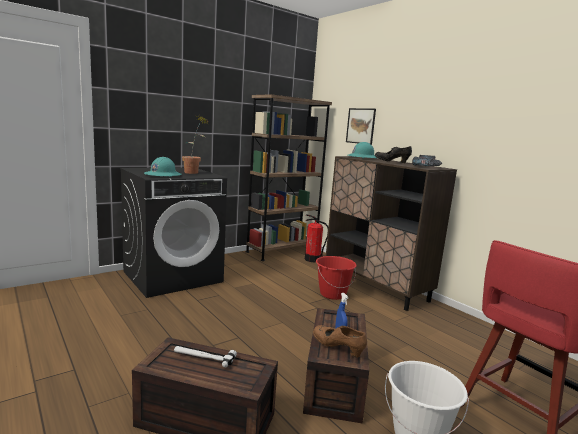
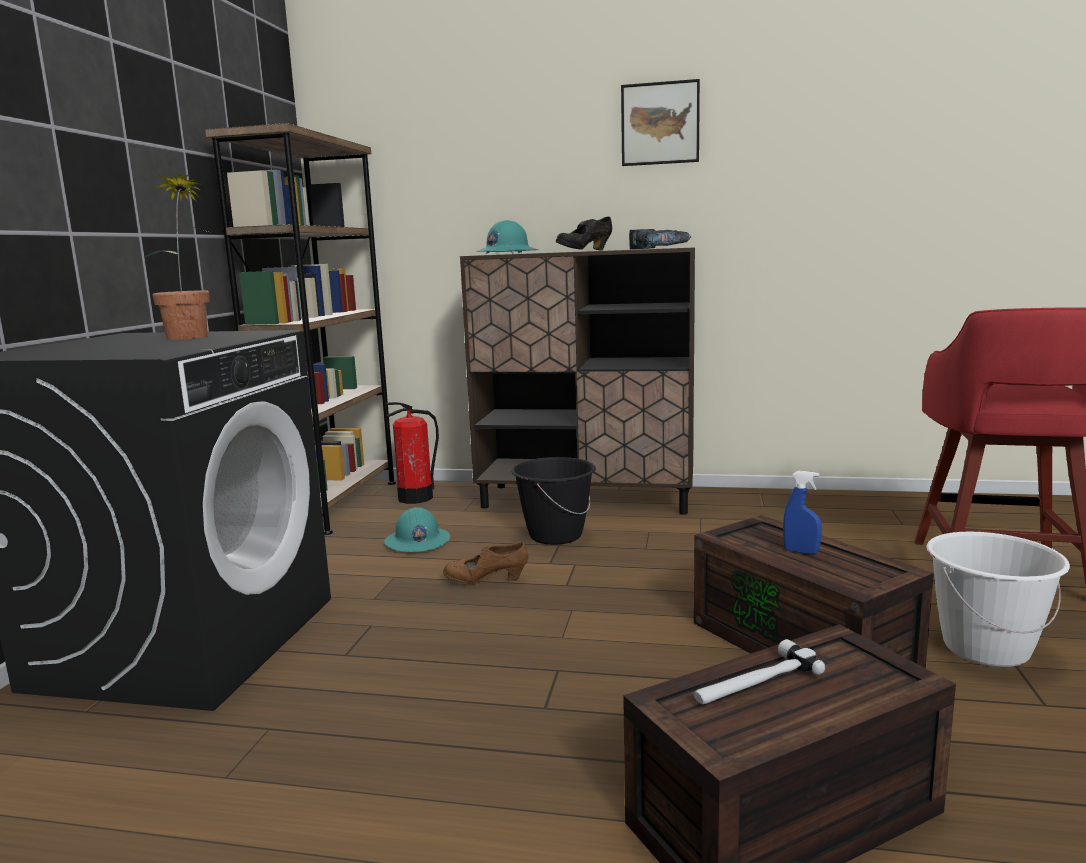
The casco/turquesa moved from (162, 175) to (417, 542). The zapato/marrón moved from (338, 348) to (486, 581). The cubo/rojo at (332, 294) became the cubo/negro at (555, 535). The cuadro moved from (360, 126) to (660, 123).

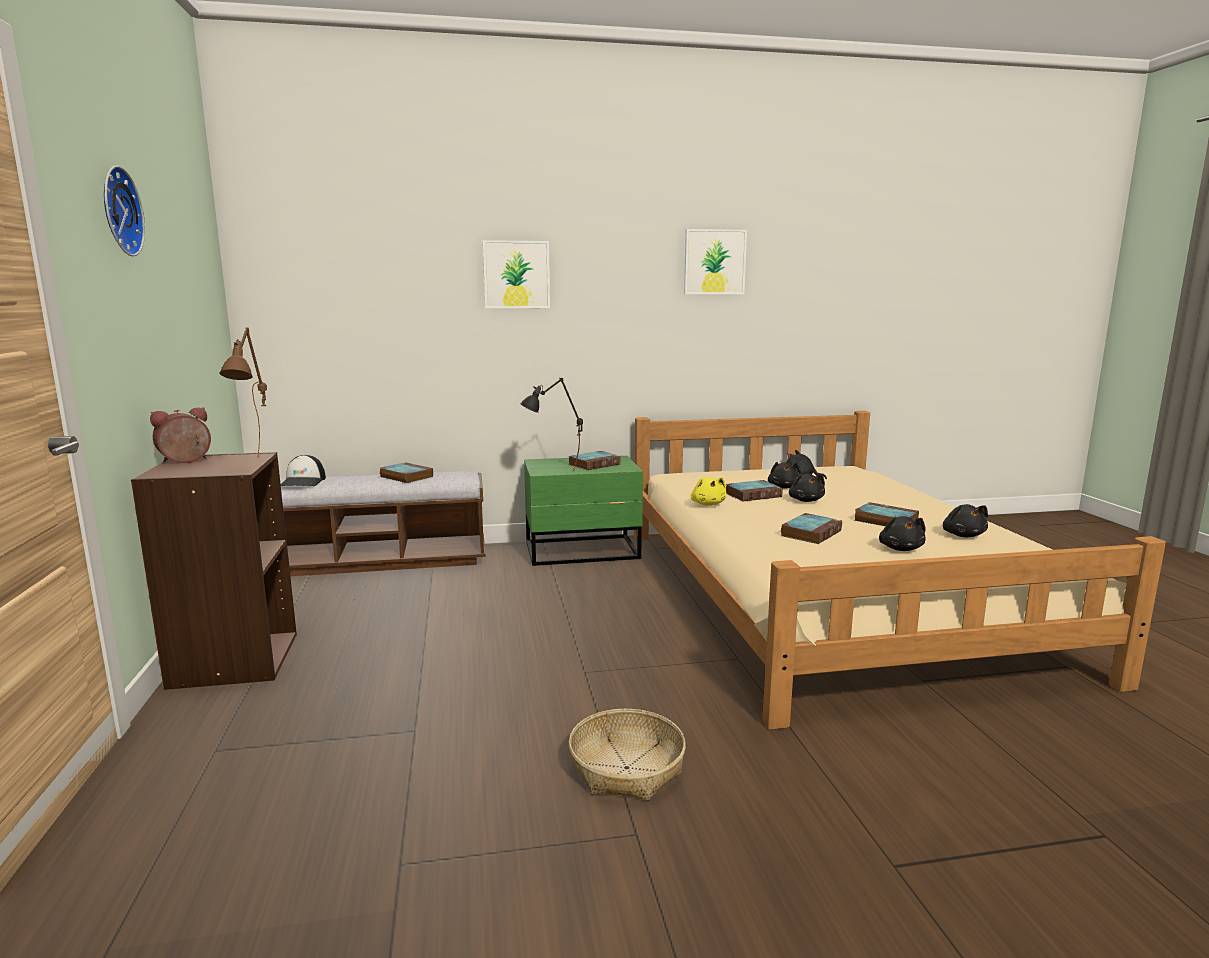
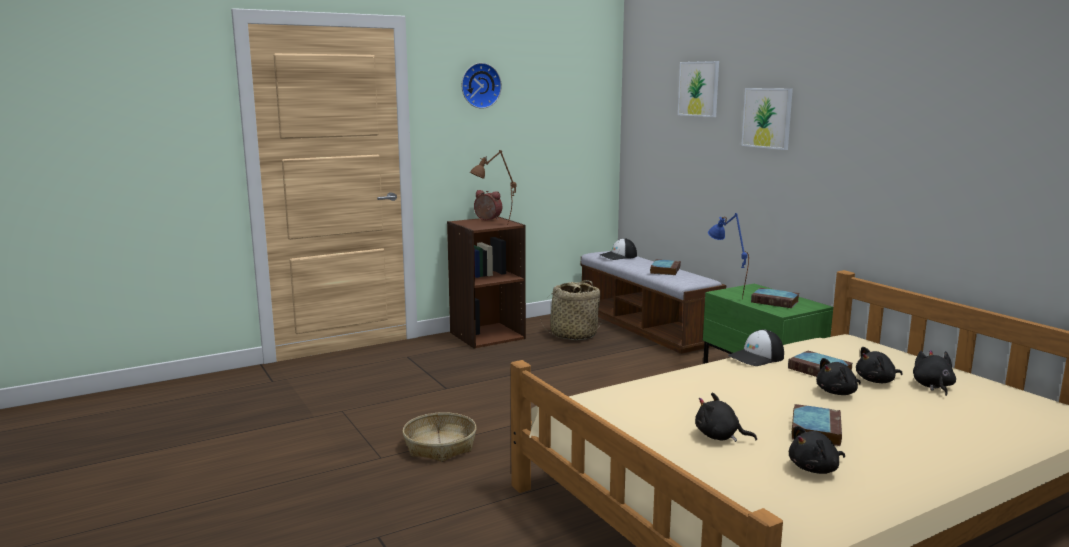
The lámpara de mesa/negro at (552, 473) became the lámpara de mesa/azul at (724, 295). The cuadro moved from (714, 262) to (699, 89). The peluche/amarillo at (708, 504) was replaced by the gorra at (756, 357). The libro at (811, 533) disappeared. The peluche/negro at (900, 548) turned 45 degrees clockwise. The cesta at (573, 335) appeared.

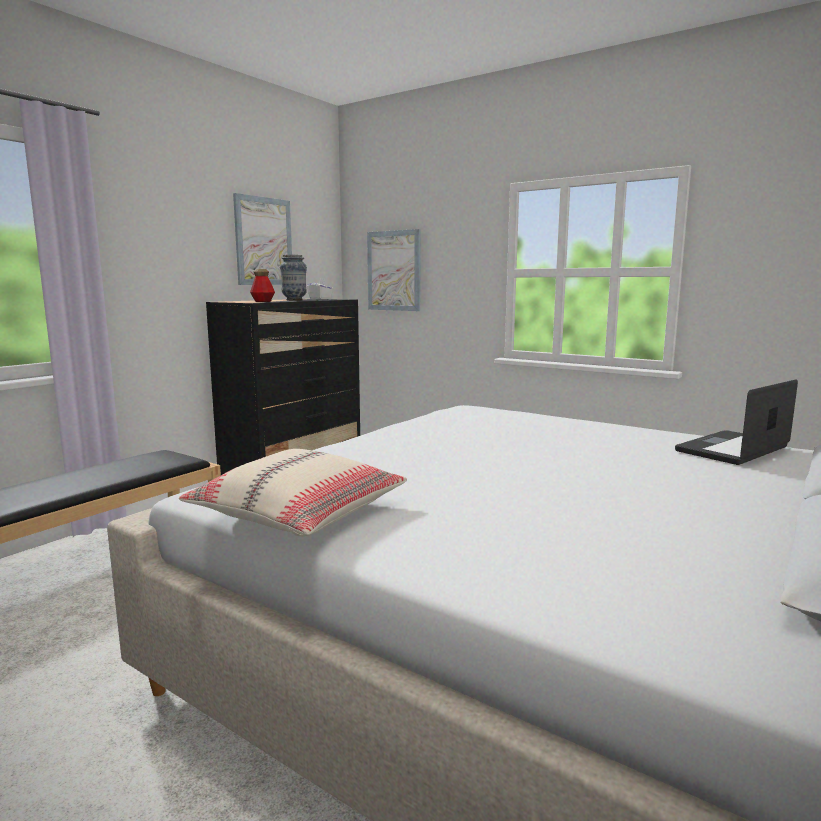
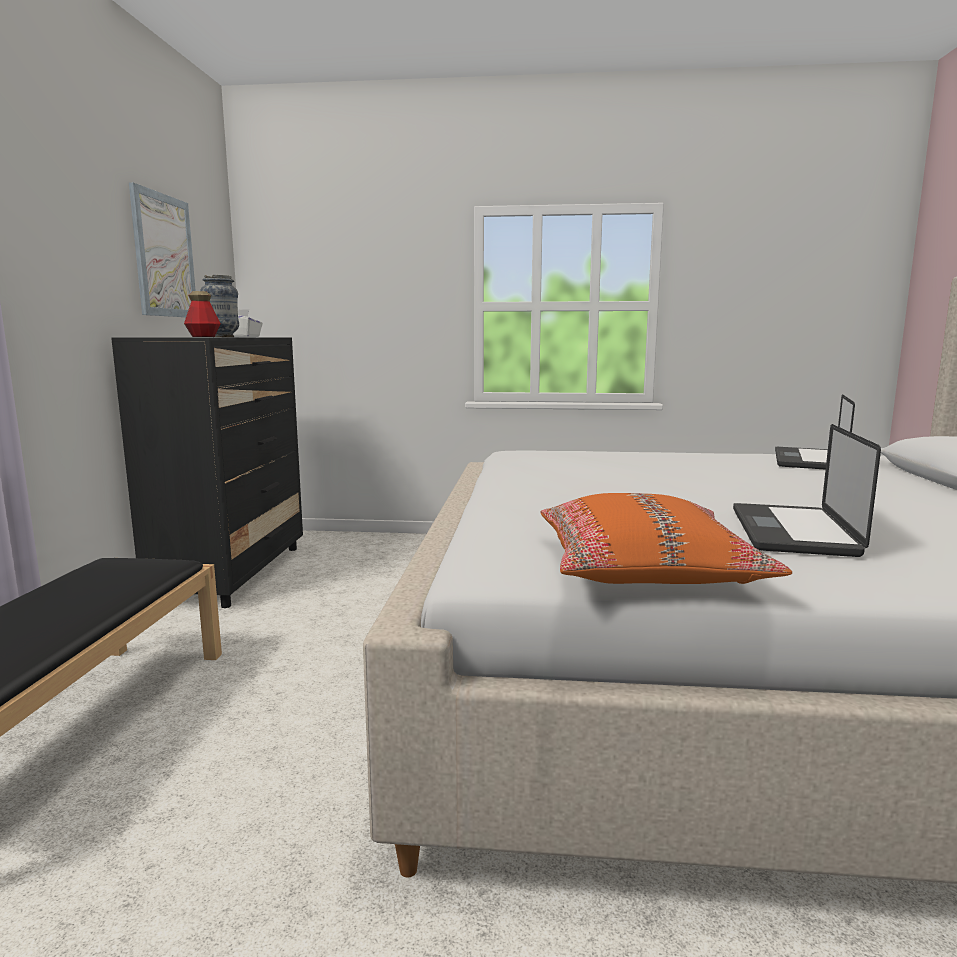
The cojín/beis at (298, 513) became the cojín/naranja at (646, 568). The cuadro at (394, 271) disappeared. The portátil at (792, 531) appeared.

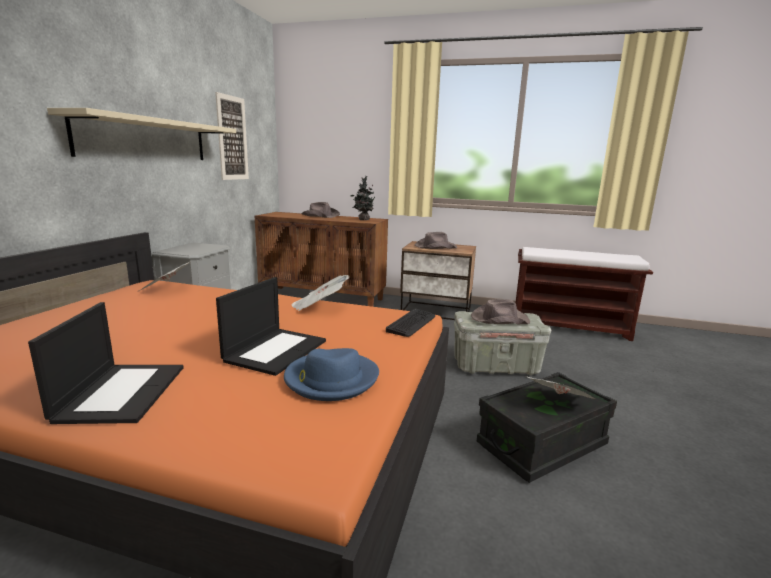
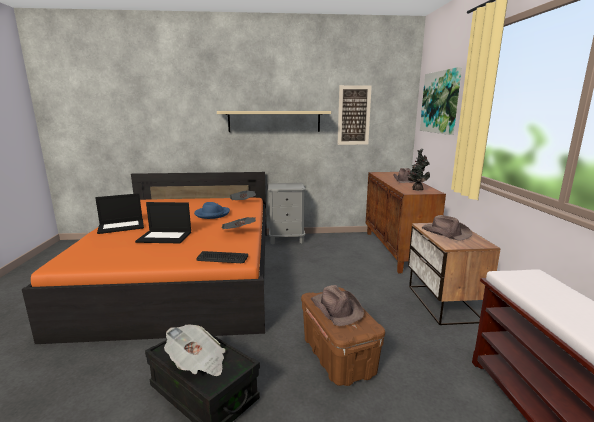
The sombrero/azul moved from (331, 379) to (212, 214). The caja de almacenaje/gris at (496, 366) became the caja de almacenaje/marrón at (338, 356). The cuadro at (440, 102) appeared.

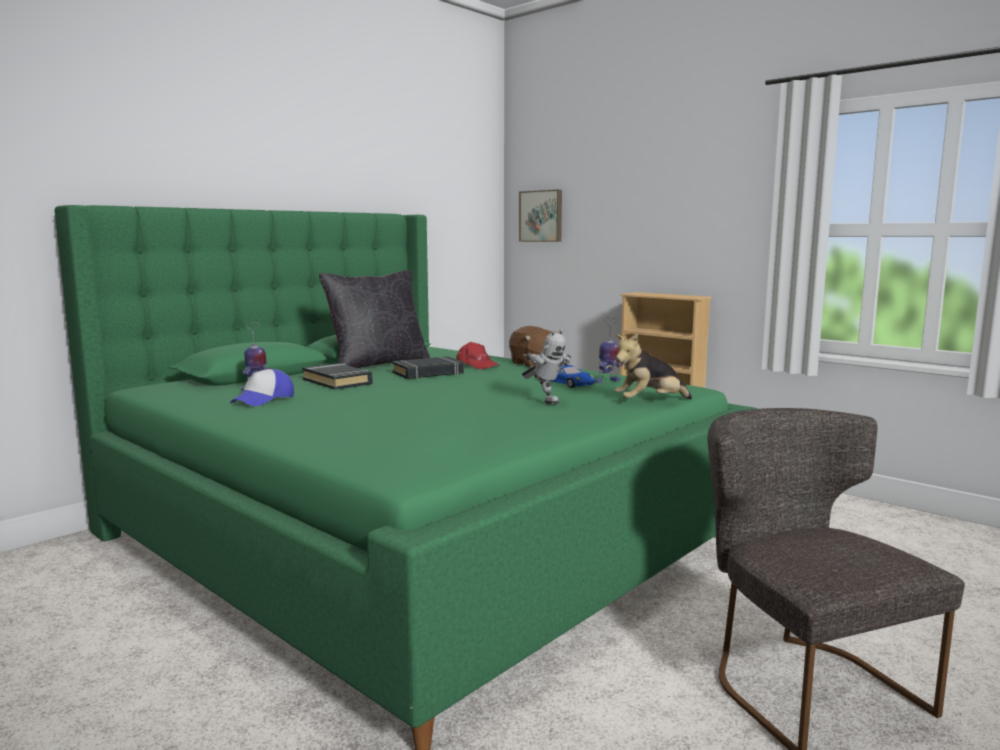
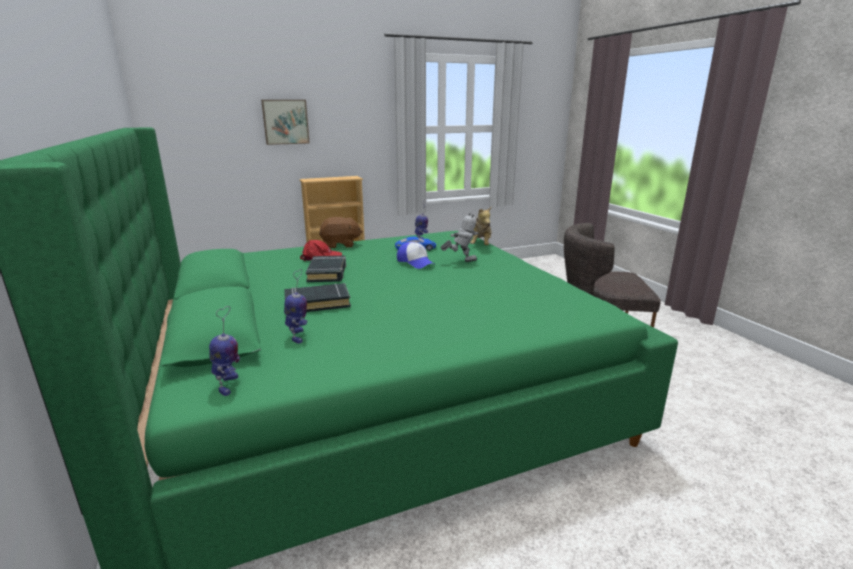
The gorra moved from (264, 399) to (416, 262). The cojín/negro at (378, 364) disappeared. The cuadro moved from (541, 216) to (285, 122). The robot de juguete at (228, 385) appeared.

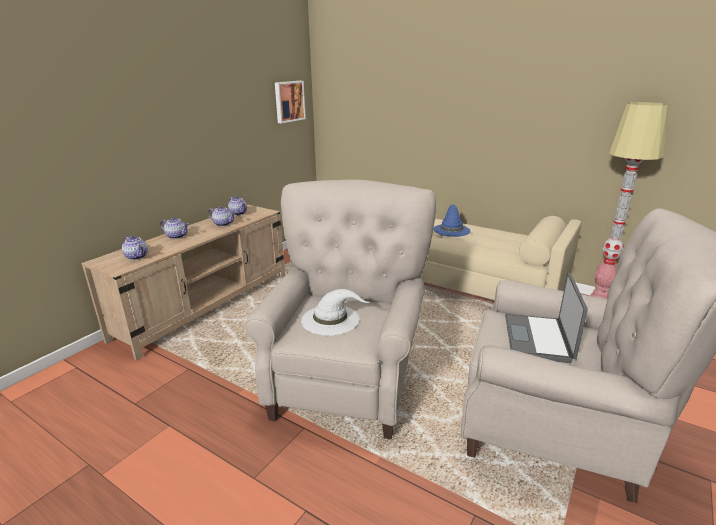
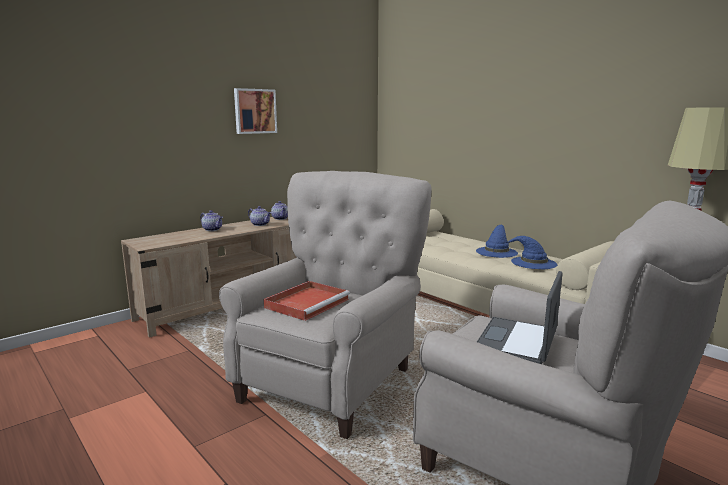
The tetera at (137, 257) disappeared. The cuadro moved from (289, 101) to (254, 111). The sombrero/blanco at (331, 319) was replaced by the bandeja/rojo at (308, 303). The sombrero/azul at (533, 263) appeared.

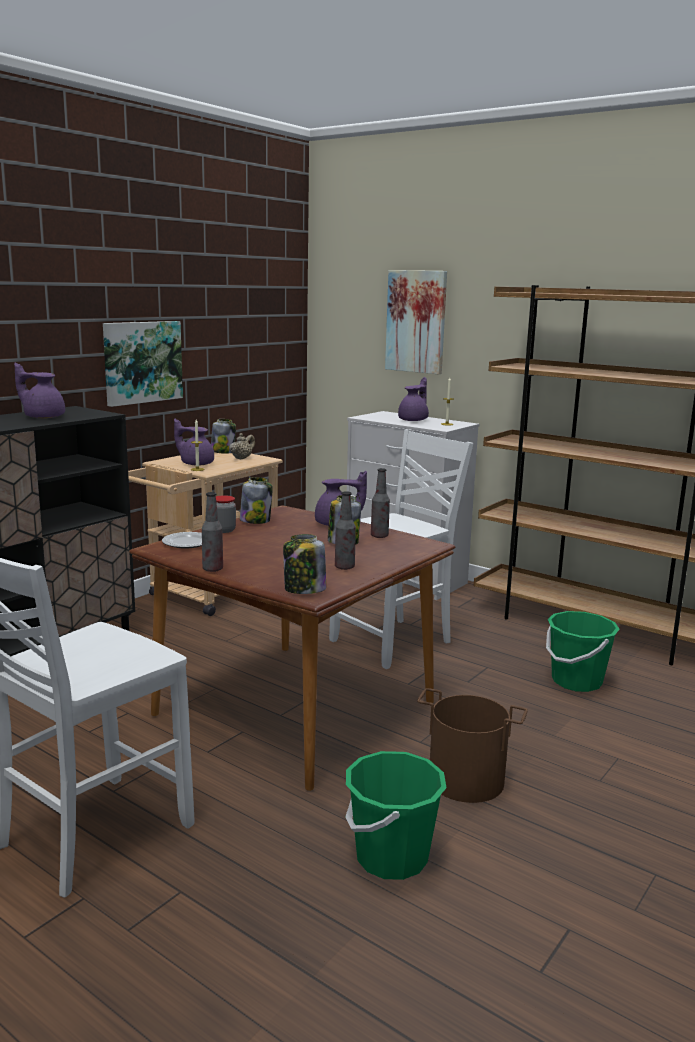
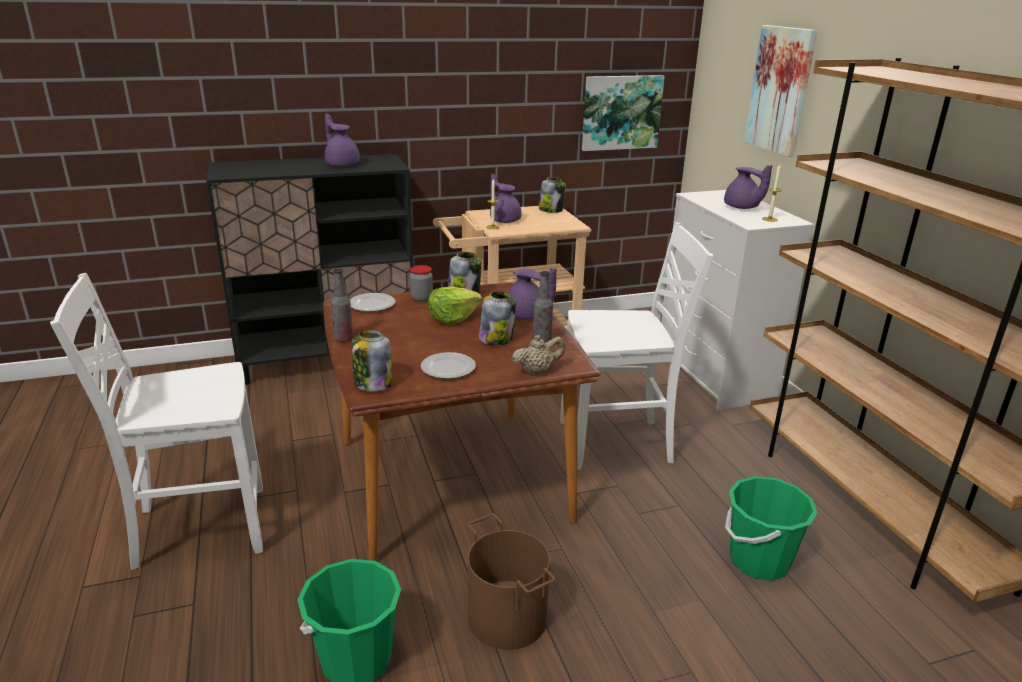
The cuadro moved from (142, 362) to (621, 112). The tetera/beis moved from (242, 458) to (537, 370). The botella at (344, 567) was replaced by the plato at (448, 369). The tetera/morado at (414, 420) turned 75 degrees clockwise. The lechuga at (452, 318) appeared.

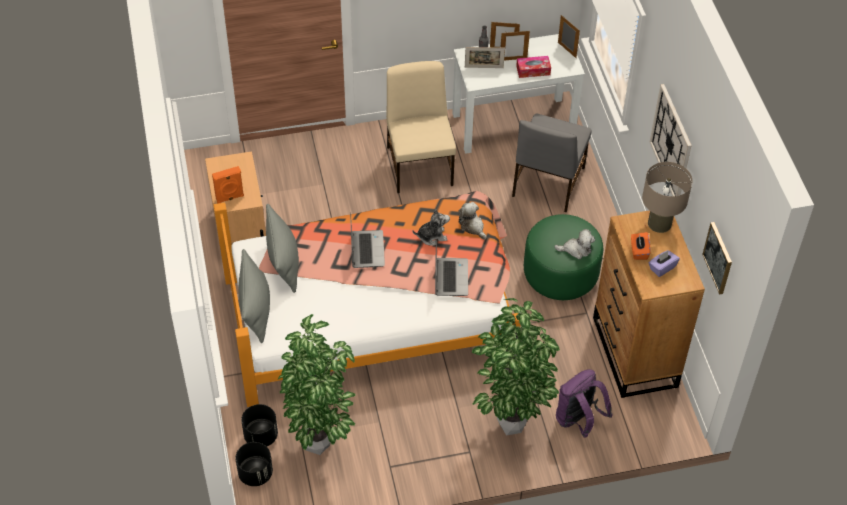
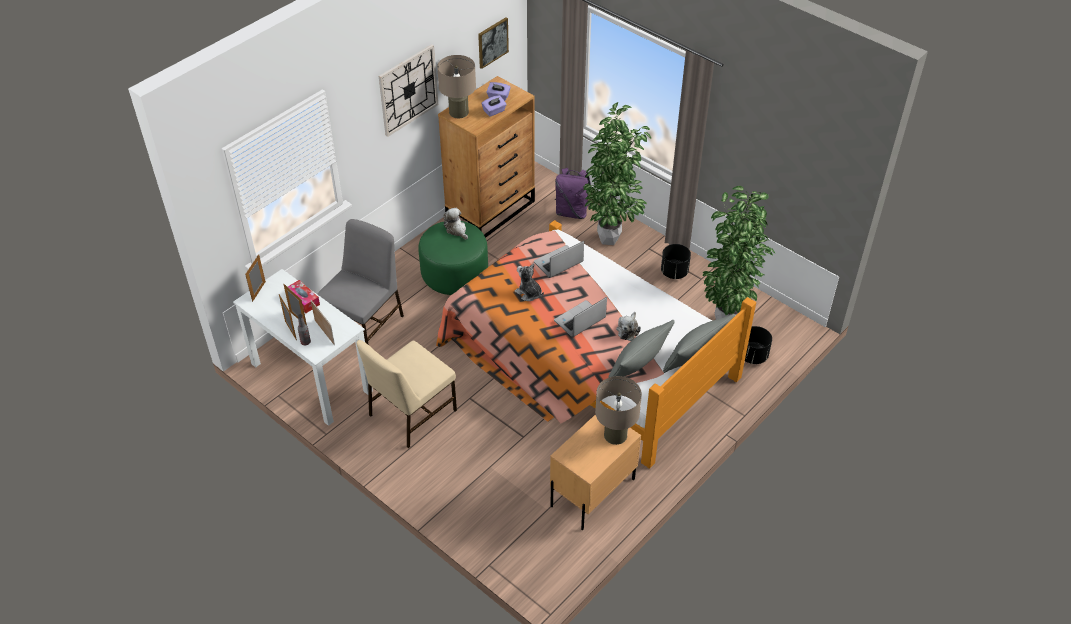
The altavoz/naranja at (230, 198) was replaced by the lámpara de mesa/beis at (615, 435). The maceta/negro moved from (255, 473) to (674, 272). The peluche moved from (472, 226) to (628, 330). The silla/gris at (547, 183) turned 45 degrees counterclockwise. The caja de pañuelos/naranja at (639, 251) became the caja de pañuelos/morado at (494, 111).

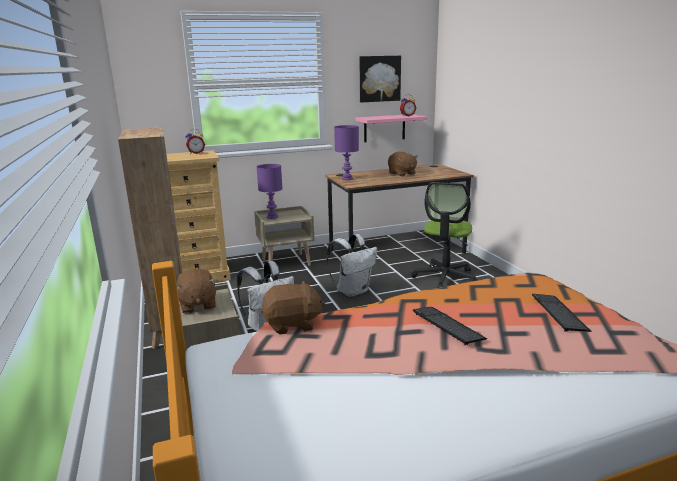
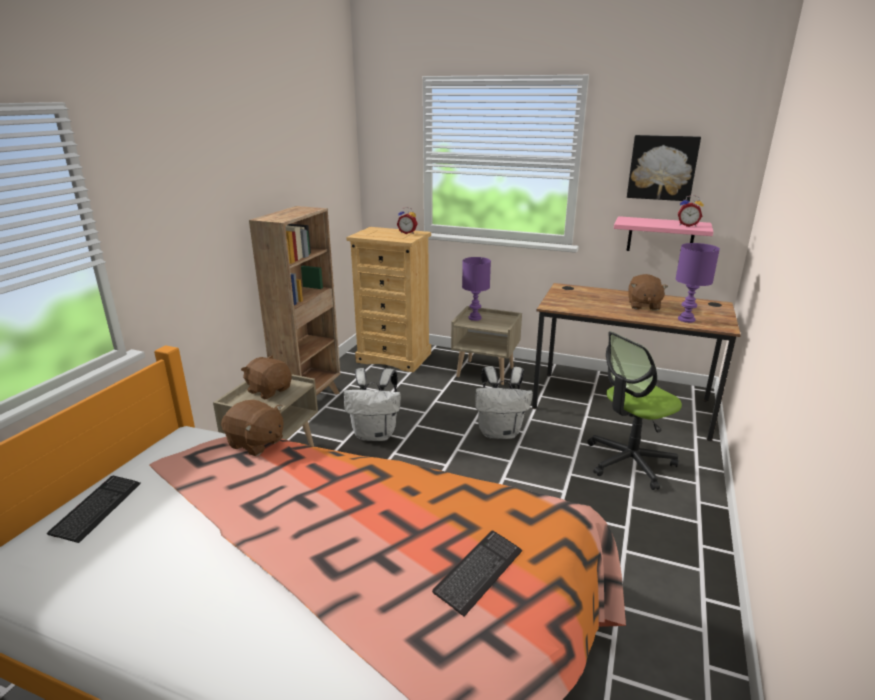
The peluche/marrón at (197, 305) turned 105 degrees clockwise. The lámpara de mesa/morado moved from (346, 179) to (685, 319). The teclado moved from (447, 326) to (97, 509).

